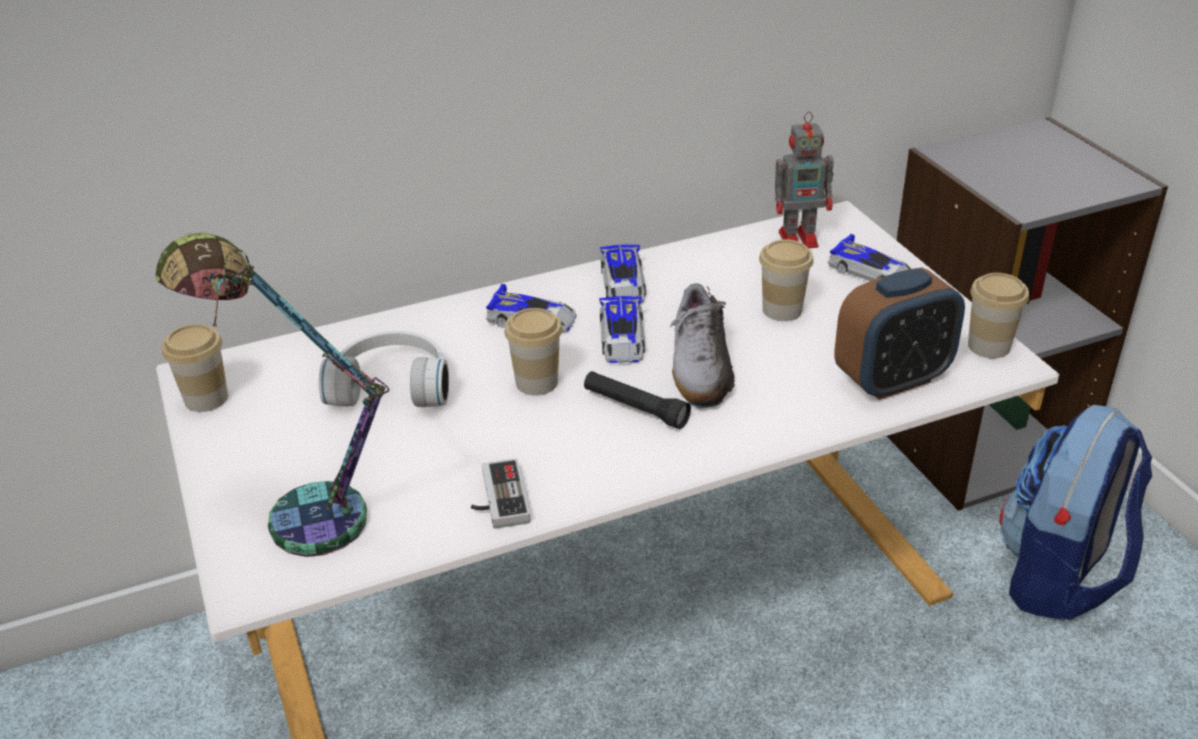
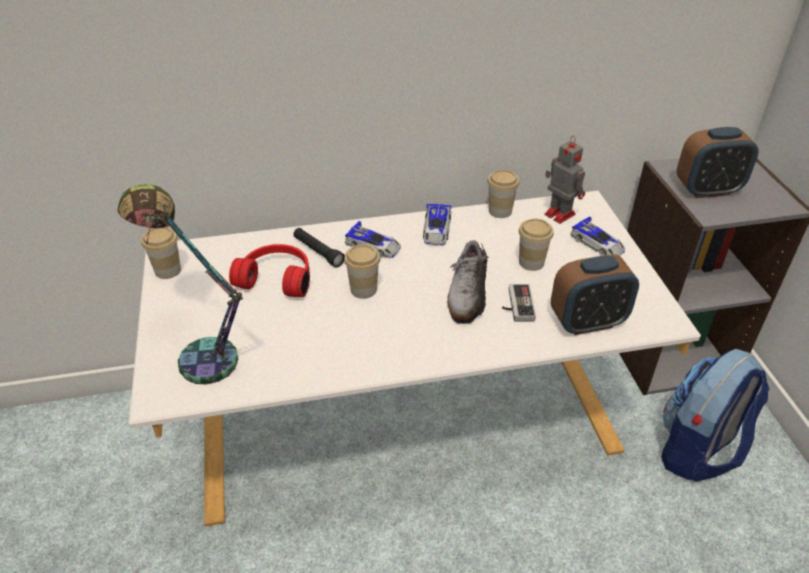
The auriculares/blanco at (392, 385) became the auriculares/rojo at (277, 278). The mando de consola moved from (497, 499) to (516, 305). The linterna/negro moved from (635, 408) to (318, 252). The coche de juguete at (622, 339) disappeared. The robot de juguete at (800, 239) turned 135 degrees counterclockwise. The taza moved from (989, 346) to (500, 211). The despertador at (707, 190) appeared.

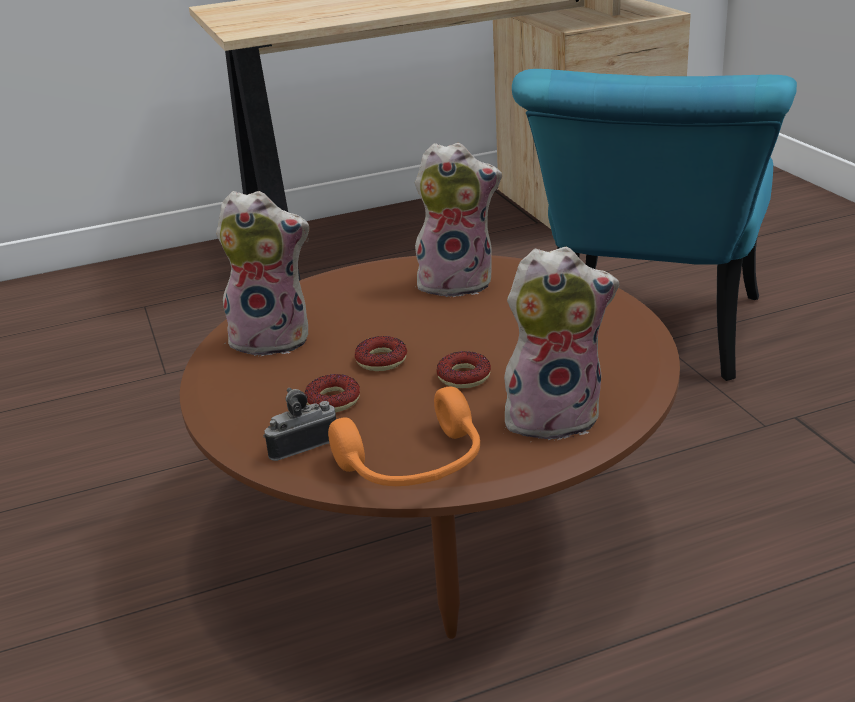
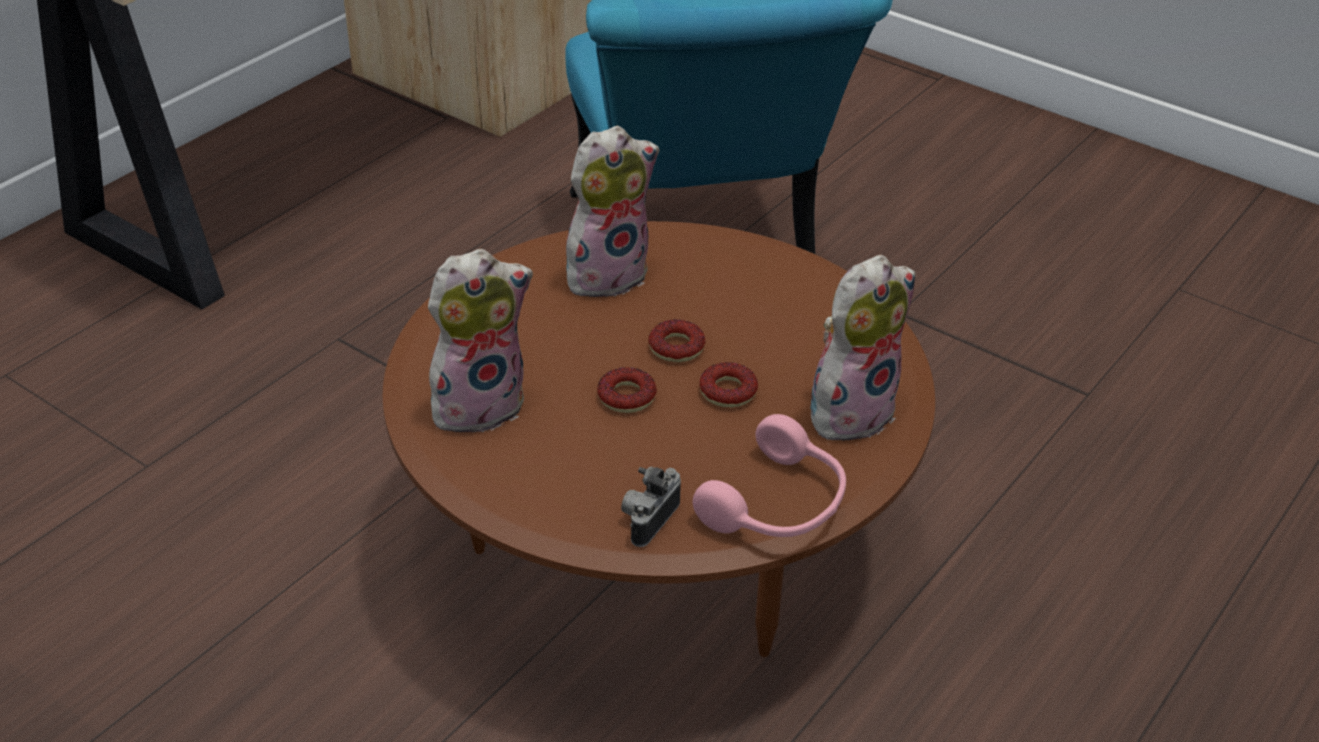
The rosquilla moved from (333, 400) to (676, 347). The auriculares/naranja at (415, 466) became the auriculares/rosa at (778, 505).

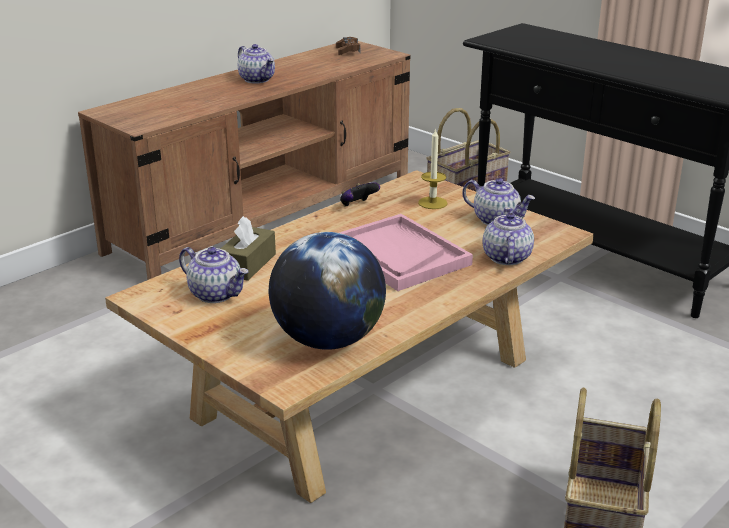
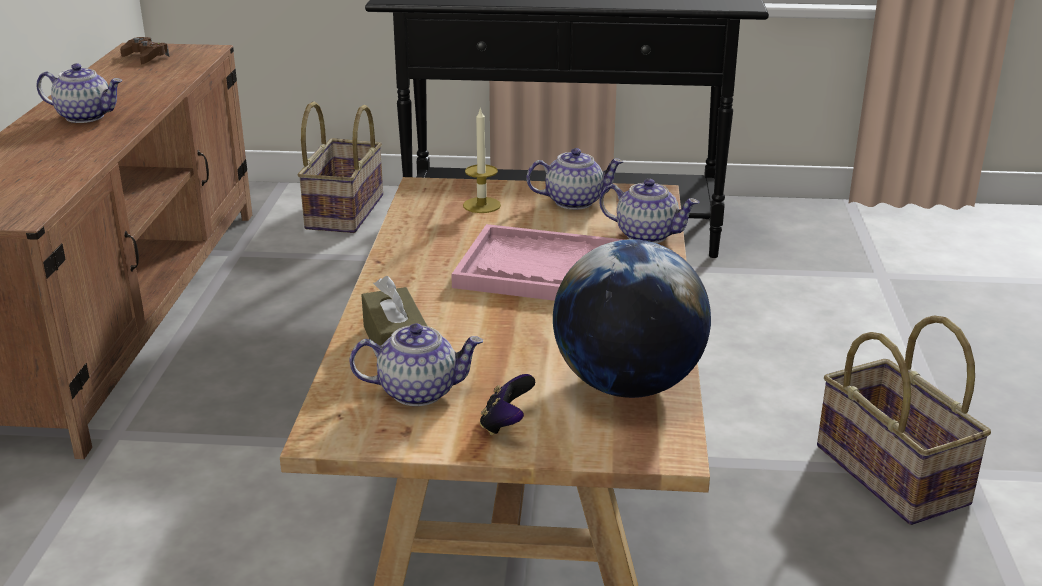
The mando de consola moved from (357, 205) to (506, 424). The tetera at (506, 258) turned 150 degrees clockwise.

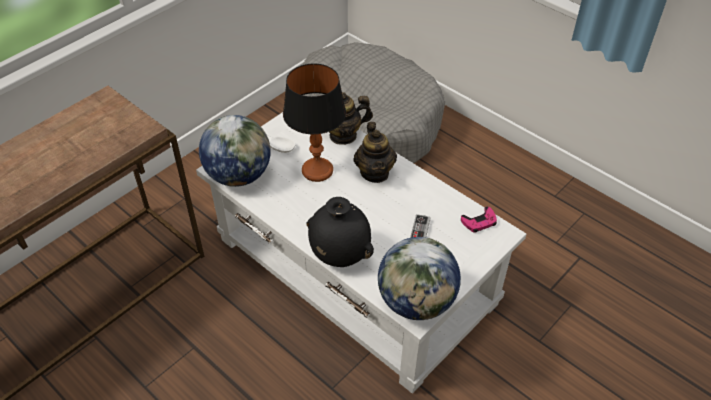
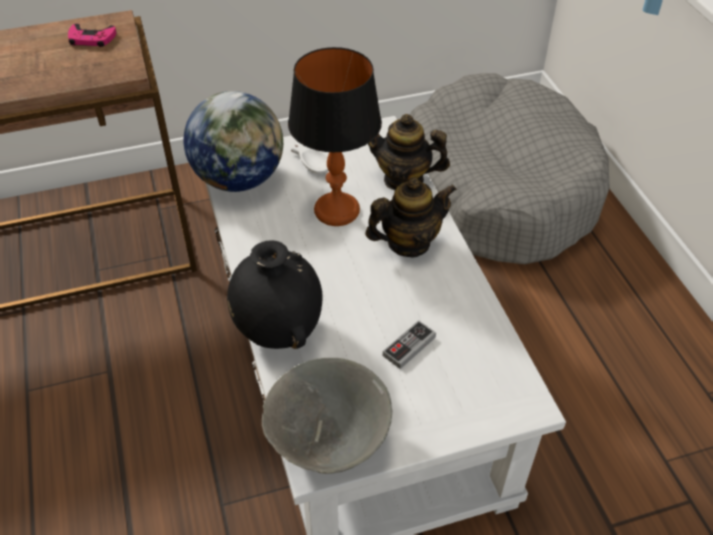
The tetera at (375, 173) turned 135 degrees counterclockwise. The globo terráqueo at (416, 302) was replaced by the cuenco/gris at (329, 443). The mando de consola/rosa moved from (479, 222) to (91, 39).

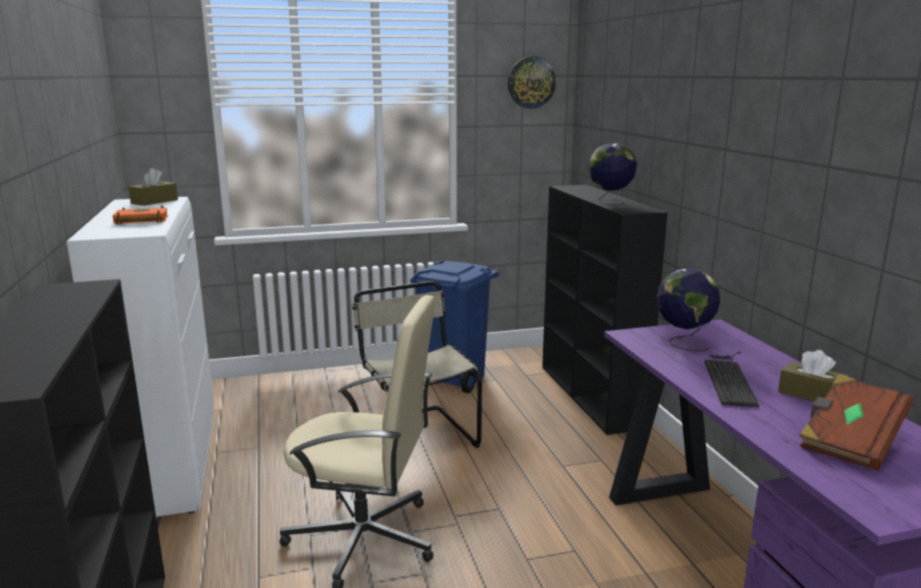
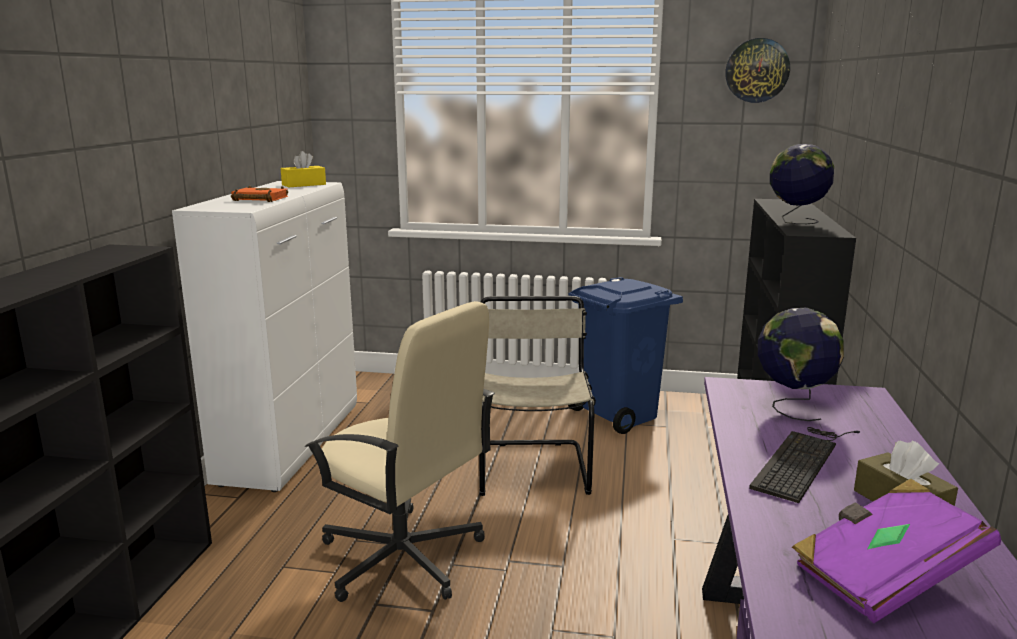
The caja de pañuelos/marrón at (154, 201) became the caja de pañuelos/amarillo at (304, 184). The libro/marrón at (849, 440) became the libro/morado at (885, 575).

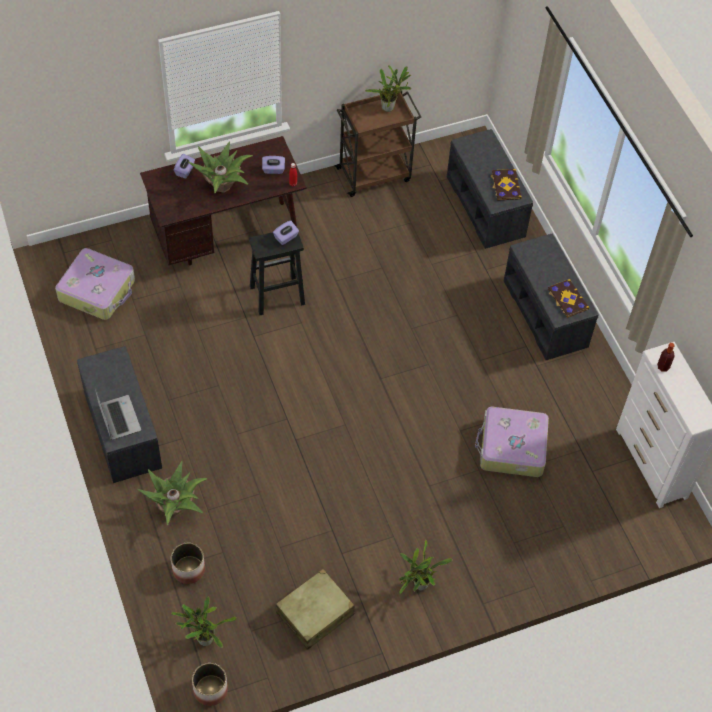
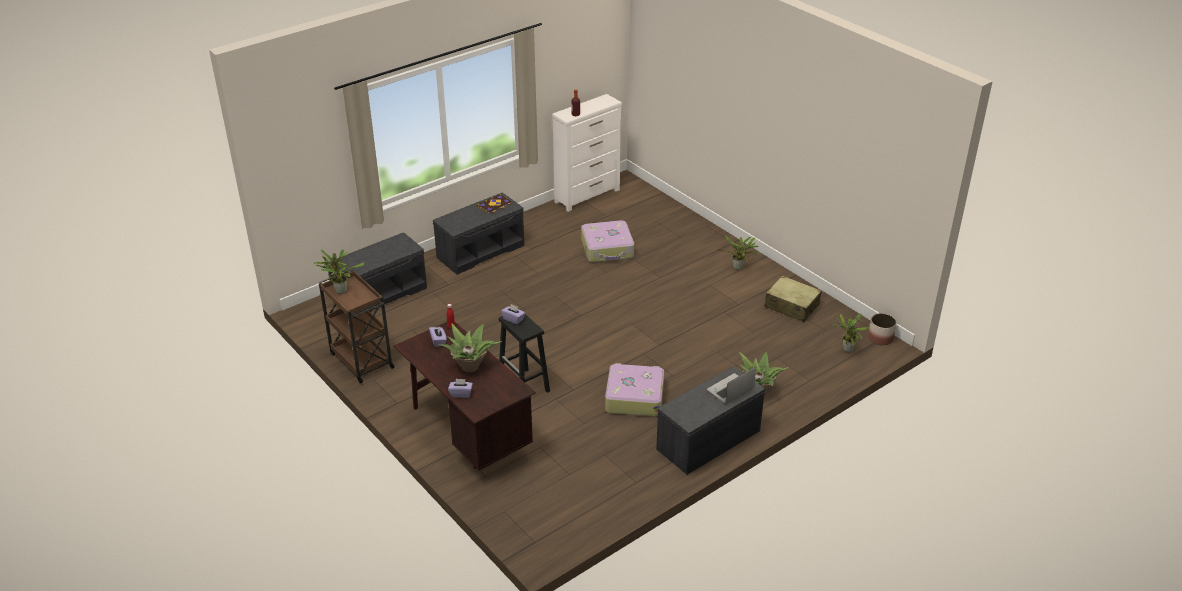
The maleta moved from (98, 290) to (634, 397). The maceta at (188, 569) disappeared. The libro at (505, 185) disappeared.

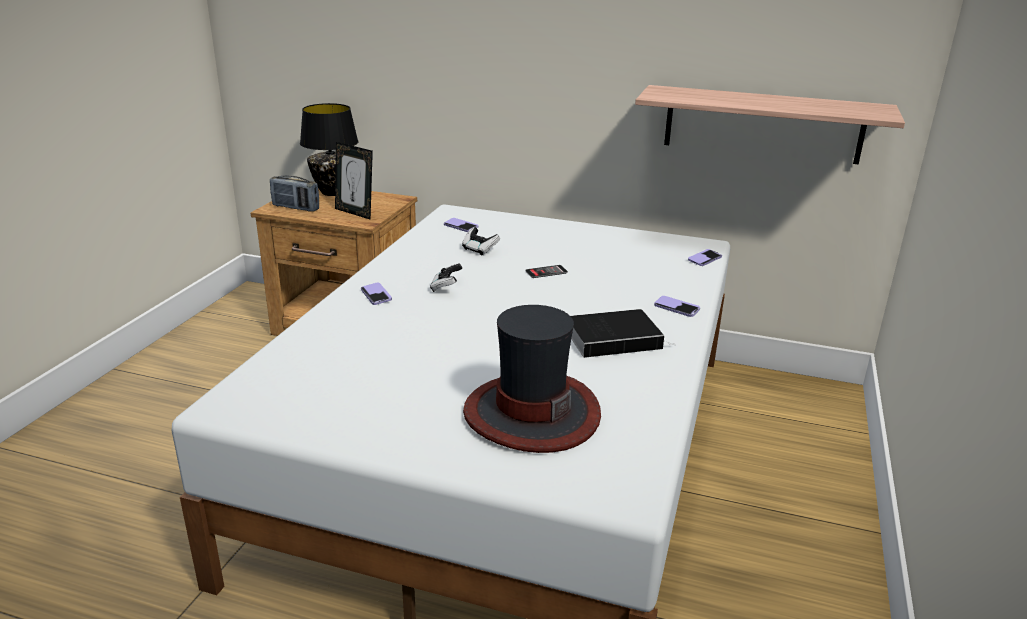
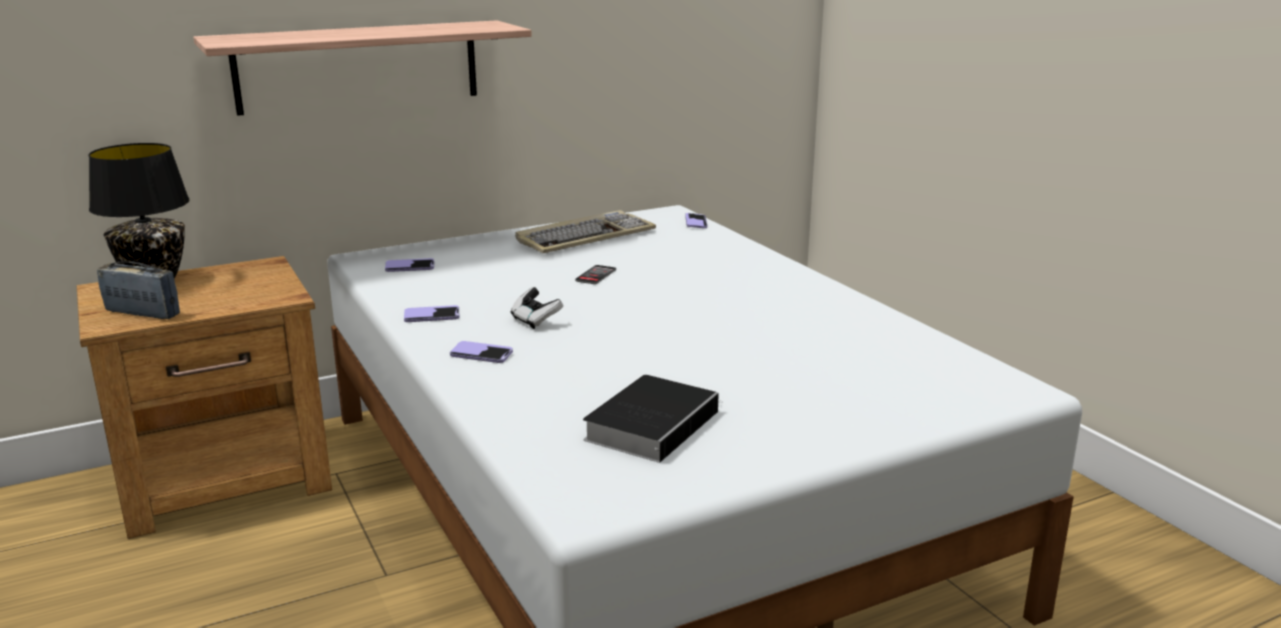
The radio at (296, 208) turned 135 degrees counterclockwise. The portarretratos at (355, 213) disappeared. The mando de consola at (479, 250) disappeared. The sombrero at (531, 413) disappeared. The libro moved from (615, 338) to (653, 423). The estante moved from (763, 124) to (358, 66). The móvil moved from (676, 307) to (432, 316). The teclado at (585, 237) appeared.

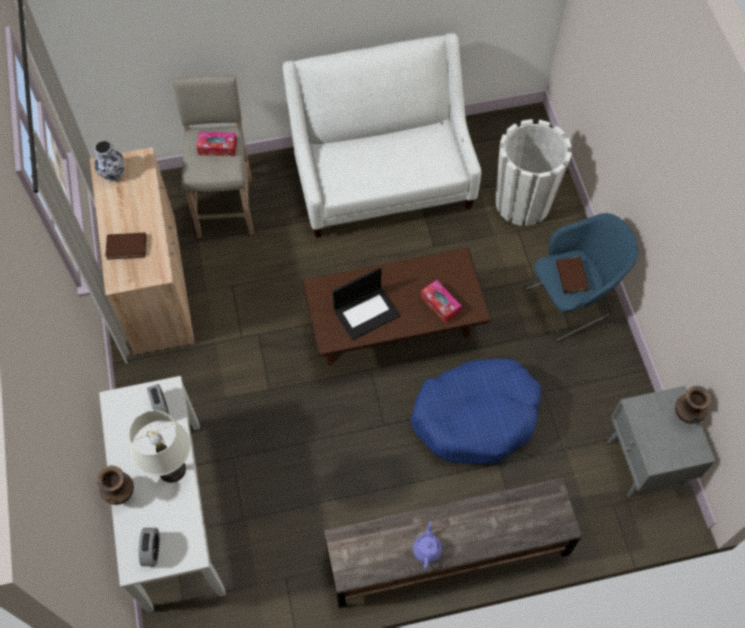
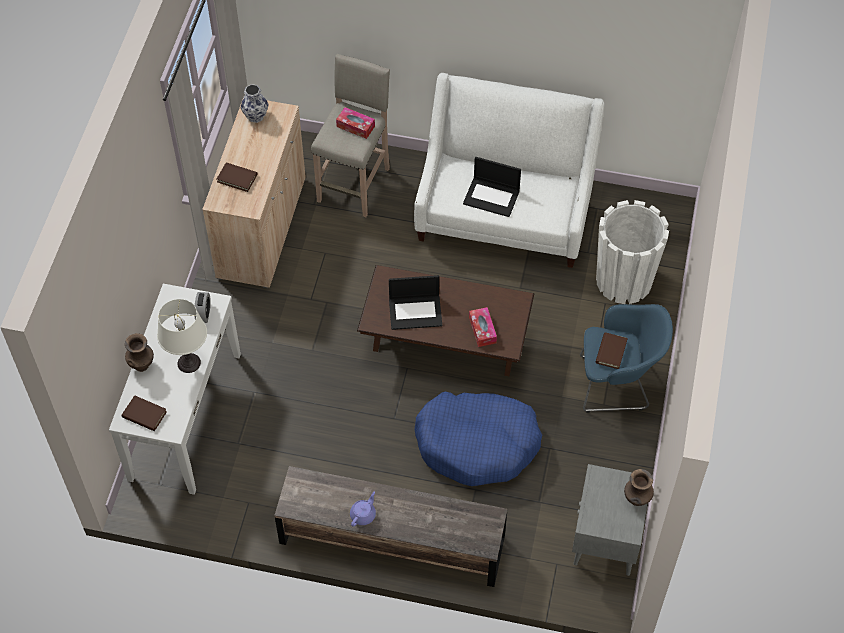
The despertador at (152, 550) was replaced by the libro/marrón at (144, 415). The portátil at (492, 197) appeared.

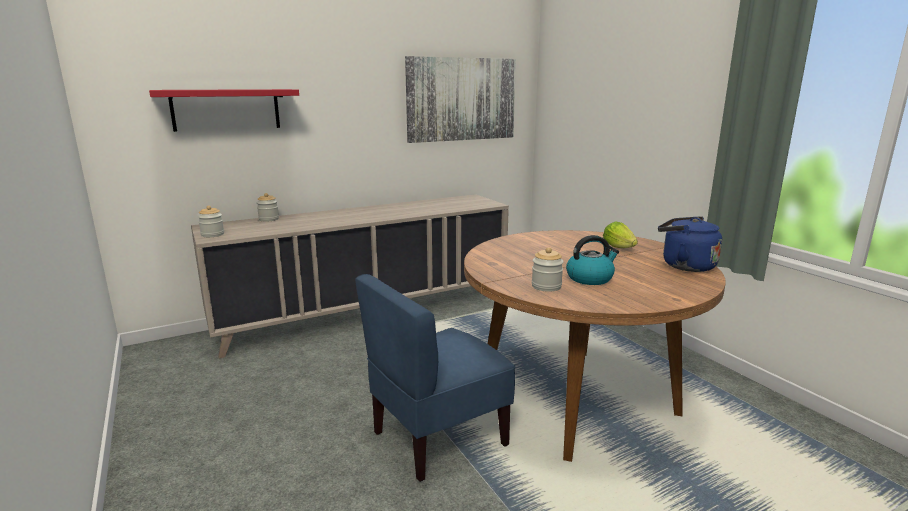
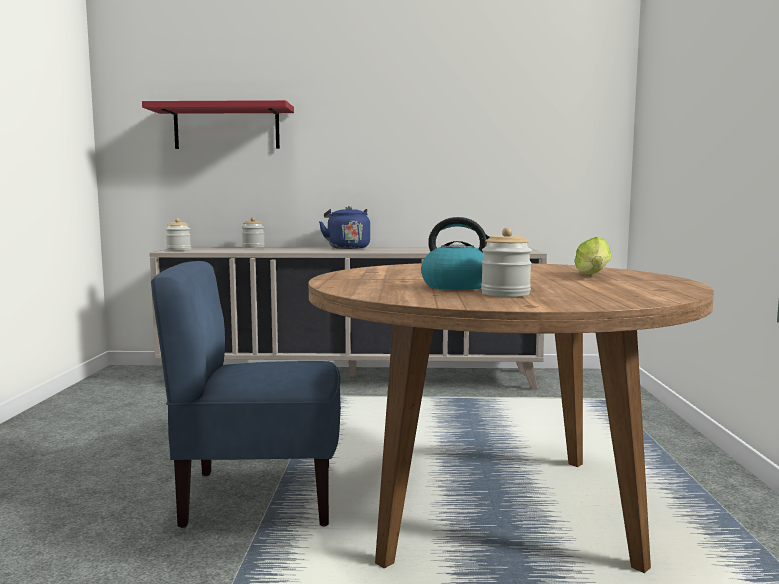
The cuadro at (461, 99) disappeared. The tarro moved from (546, 286) to (505, 294). The hervidor/azul moved from (684, 266) to (347, 248).

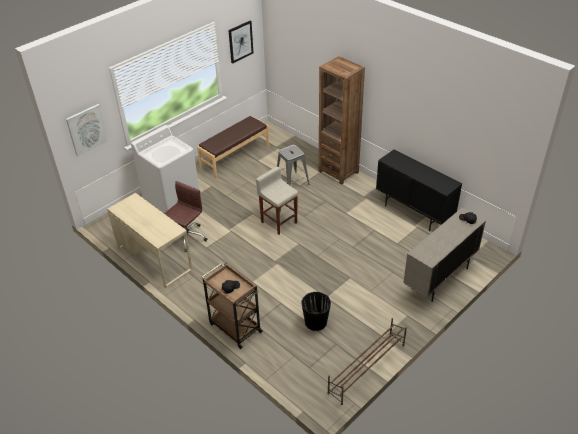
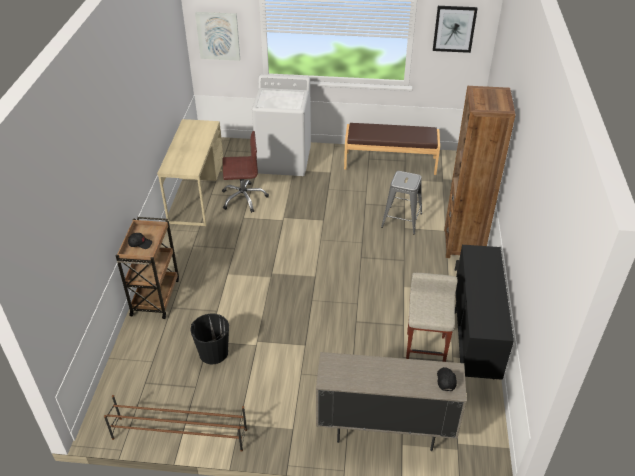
The taburete/beis moved from (278, 222) to (425, 348).

